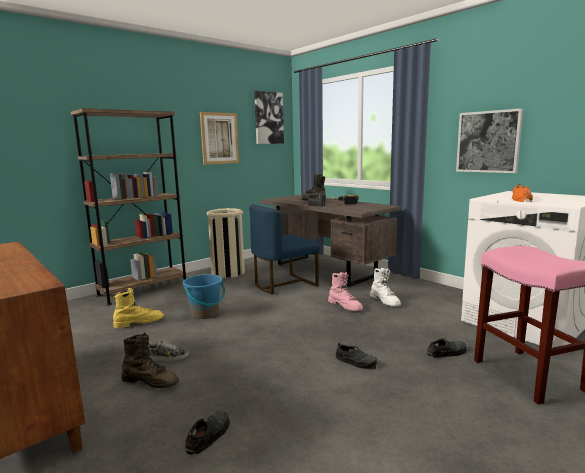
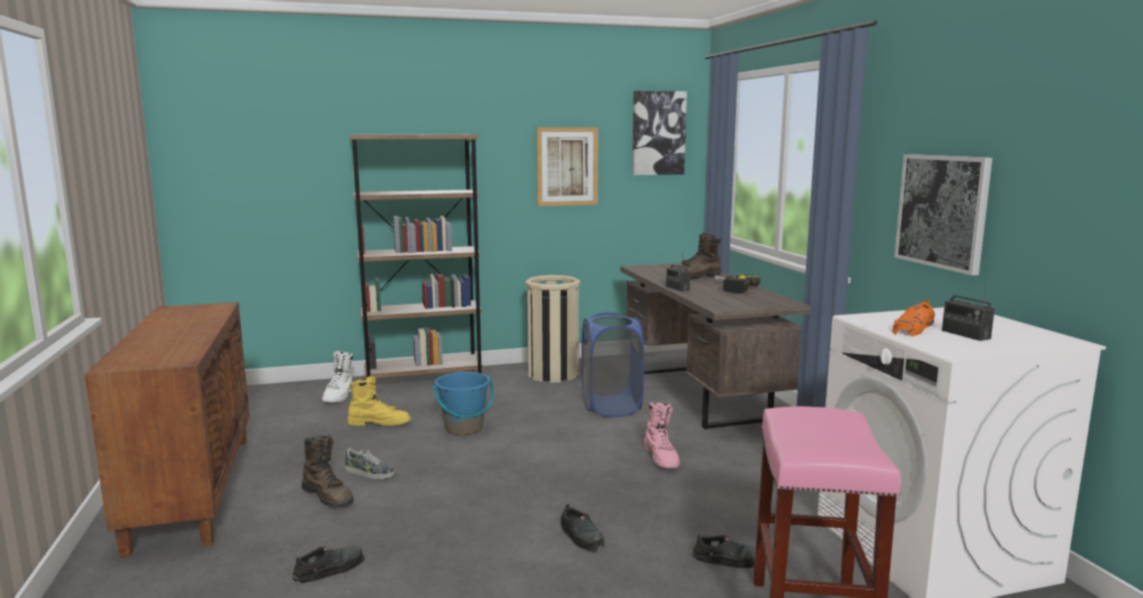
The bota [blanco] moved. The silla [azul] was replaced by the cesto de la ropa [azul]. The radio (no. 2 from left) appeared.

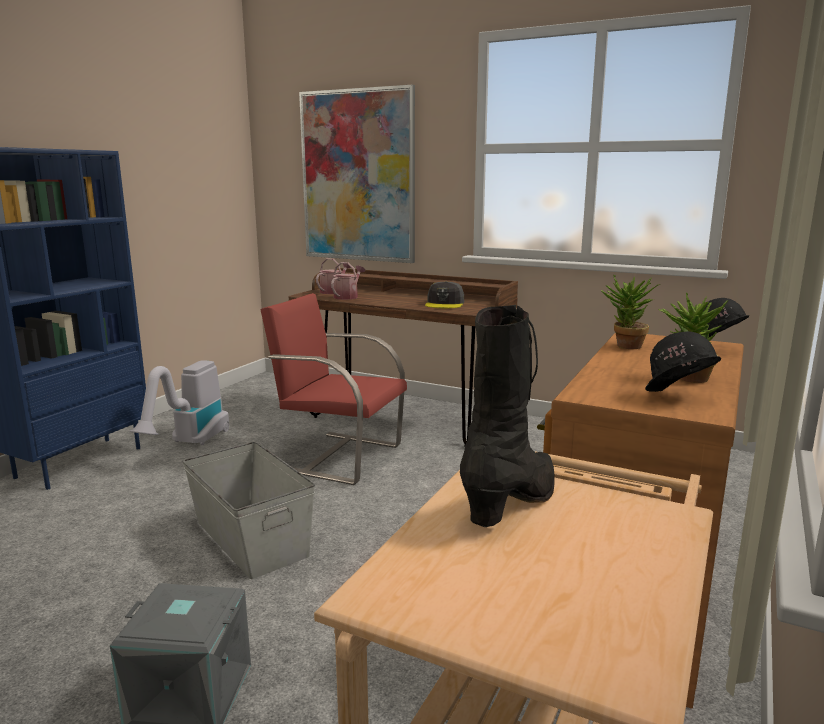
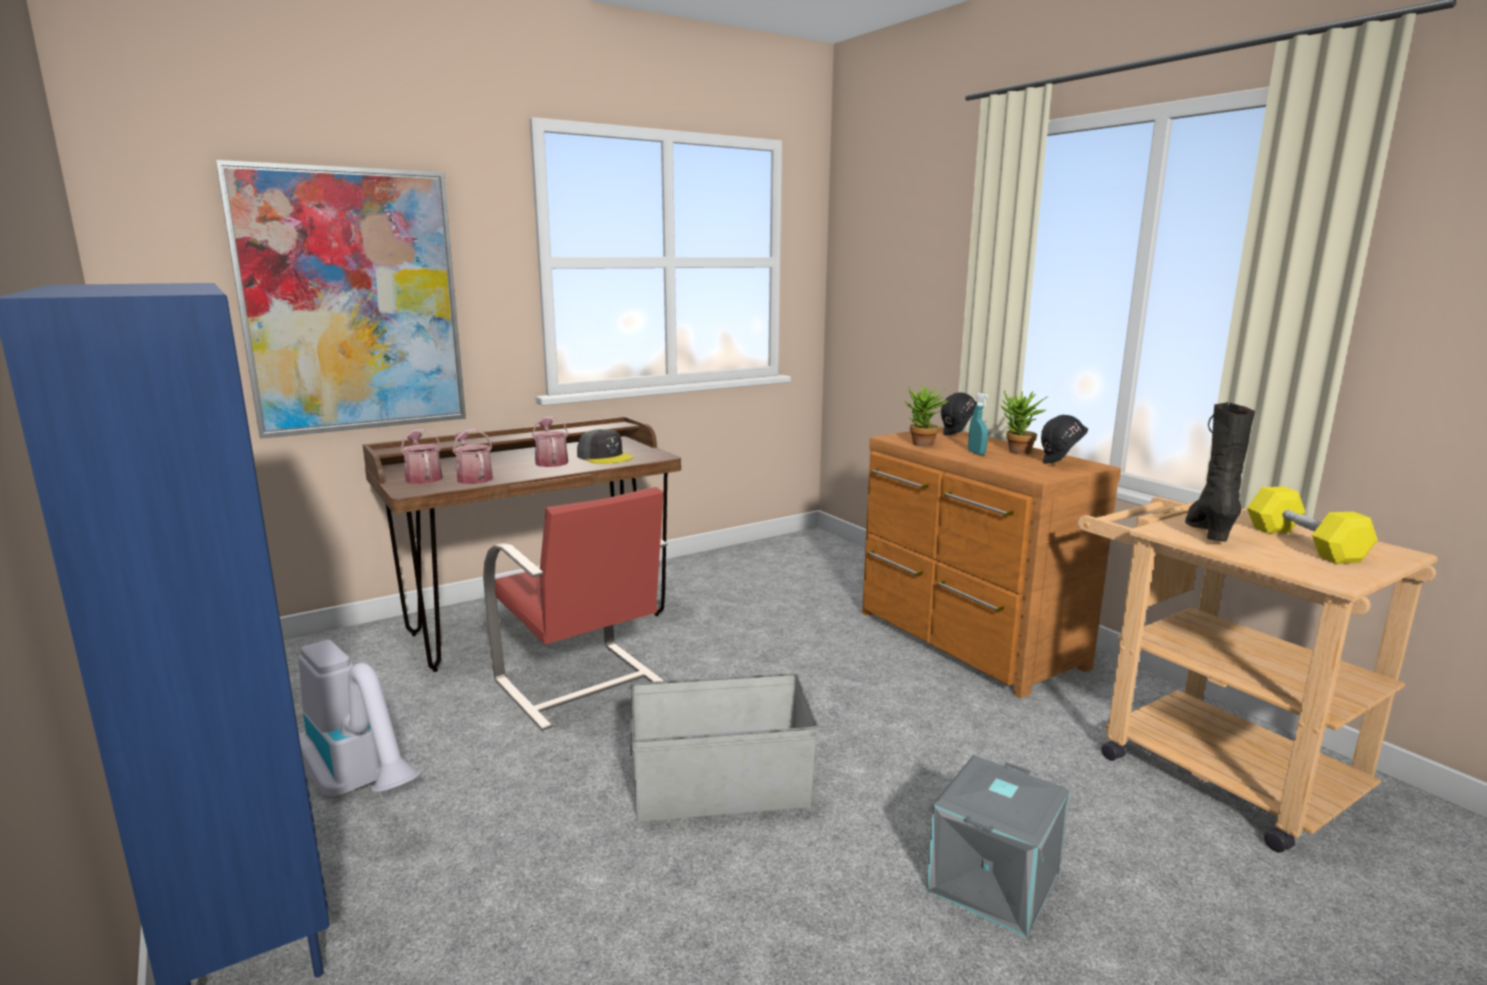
The silla [rojo] turned 90 degrees counterclockwise. The regadera (no. 3 from left) appeared. The pulverizador [turquesa] appeared. The bota [negro] turned 45 degrees clockwise. The mancuerna [amarillo] appeared.

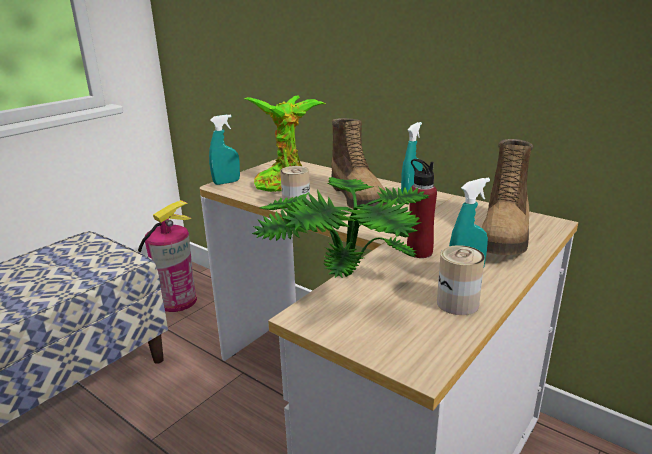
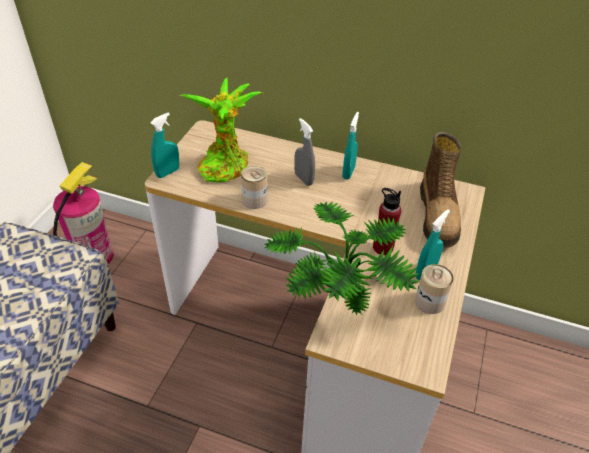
The bota (no. 1 from left) was replaced by the pulverizador [gris].

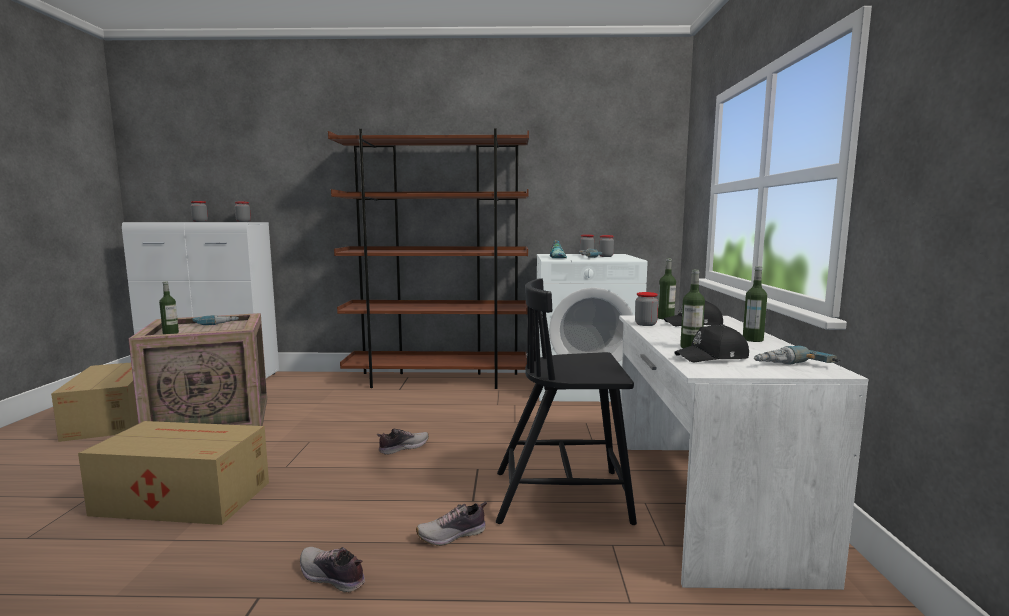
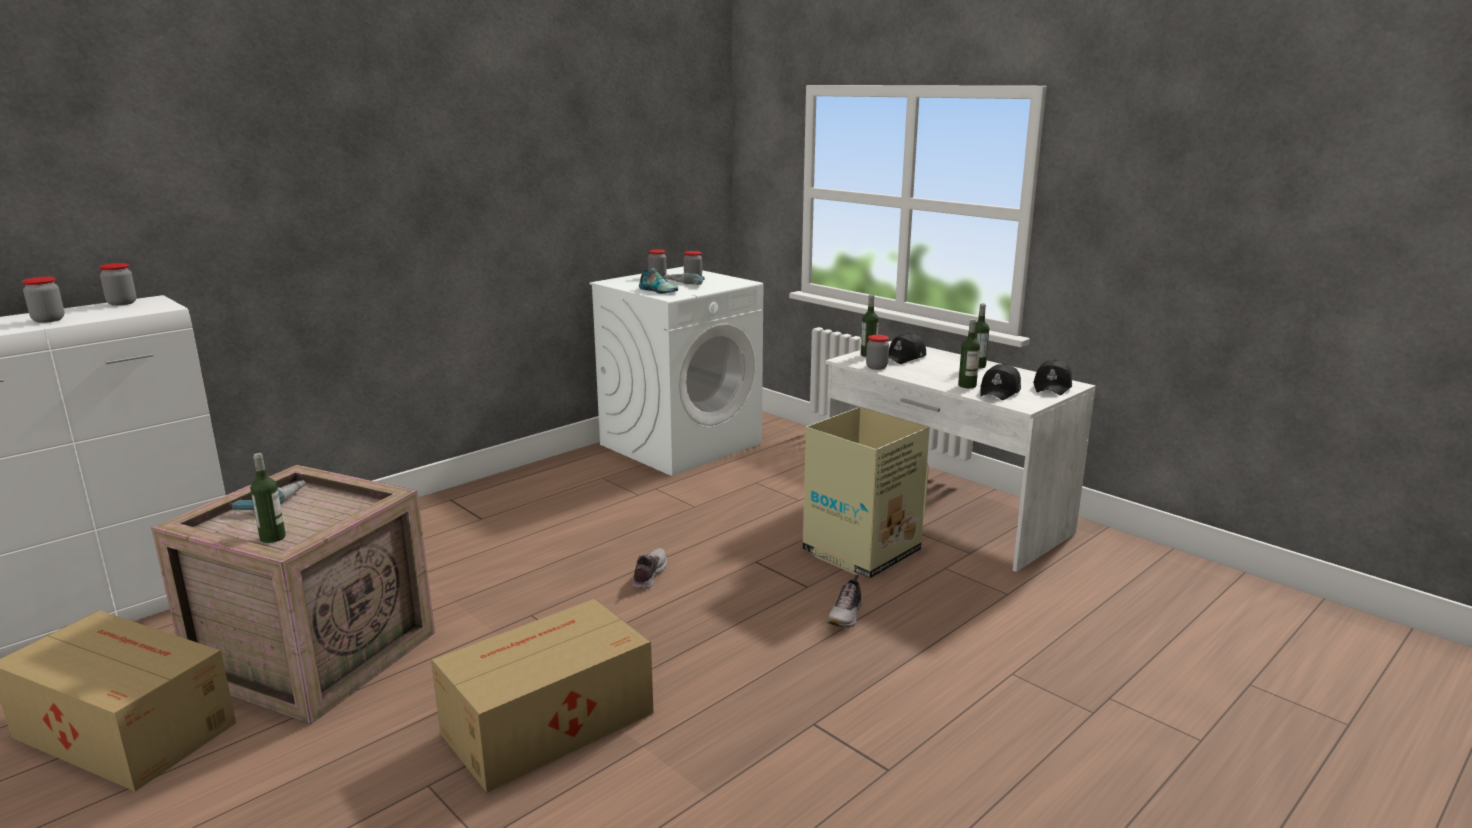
The silla [negro] was replaced by the caja de cartón (no. 3 from left). The taladro (no. 3 from left) was replaced by the gorra [negro] (no. 3 from left). The zapato (no. 1 from left) disappeared. The estantería [marrón] disappeared.

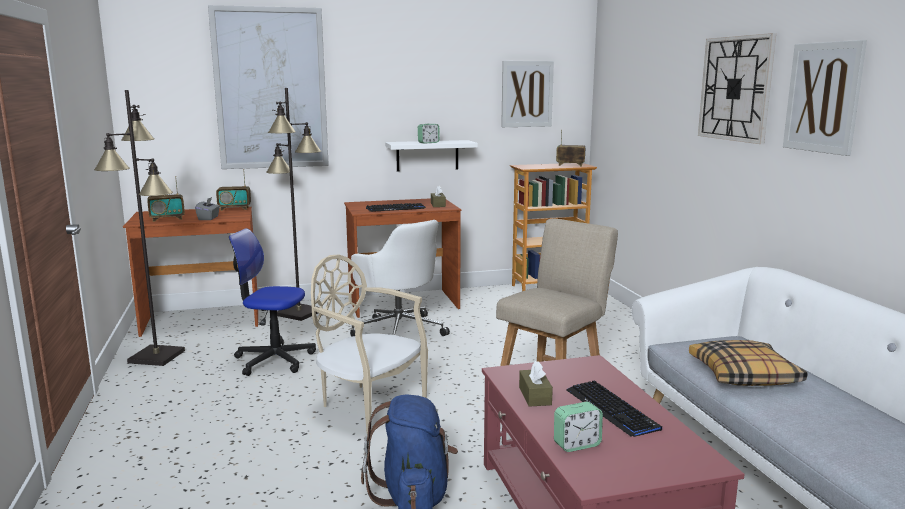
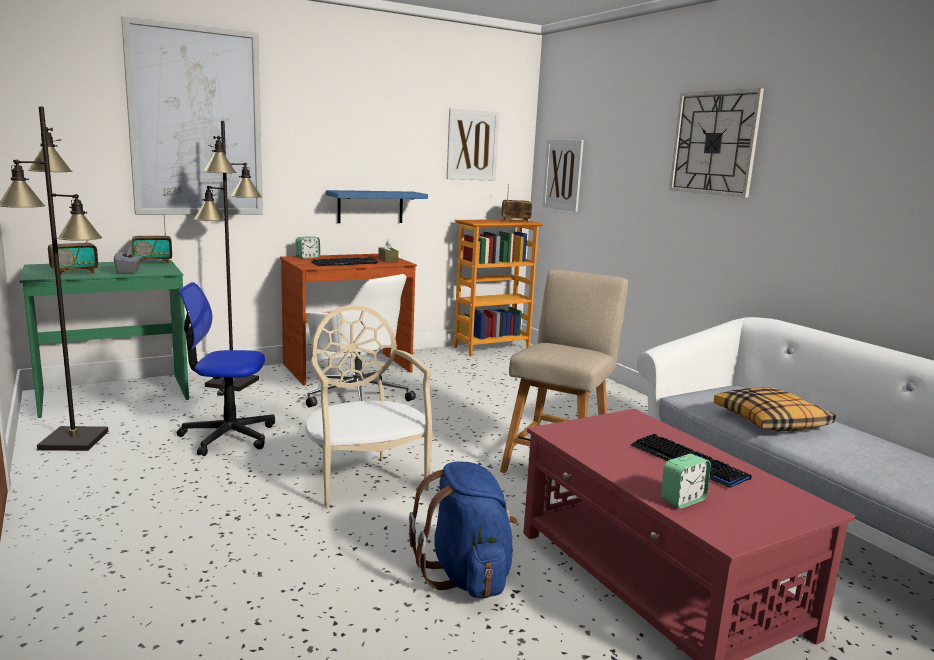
The escritorio [marrón] (no. 1 from left) became the escritorio [verde]. The despertador (no. 1 from left) moved. The silla [beis] (no. 1 from left) turned 45 degrees clockwise. The estante [blanco] became the estante [azul]. The cuadro (no. 3 from left) moved. The caja de pañuelos [marrón] (no. 2 from left) disappeared.

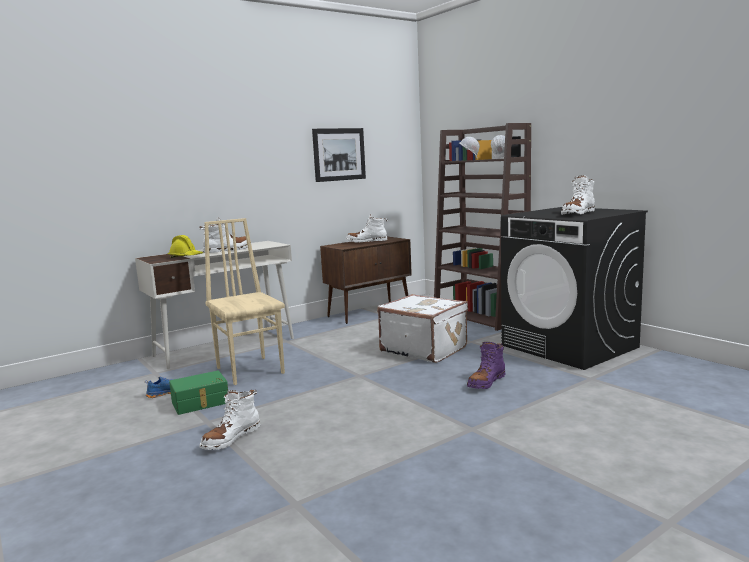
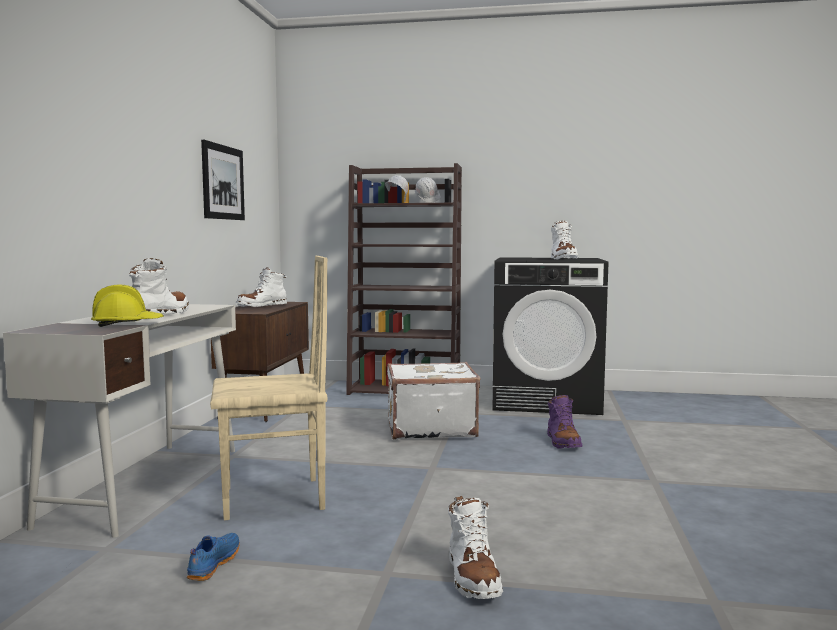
The silla [beis] turned 150 degrees clockwise. The caja de almacenaje [verde] disappeared.

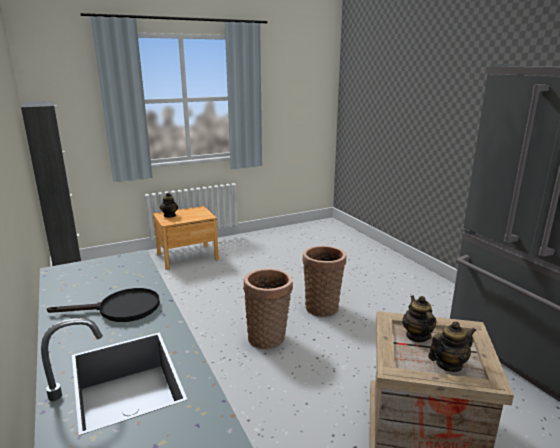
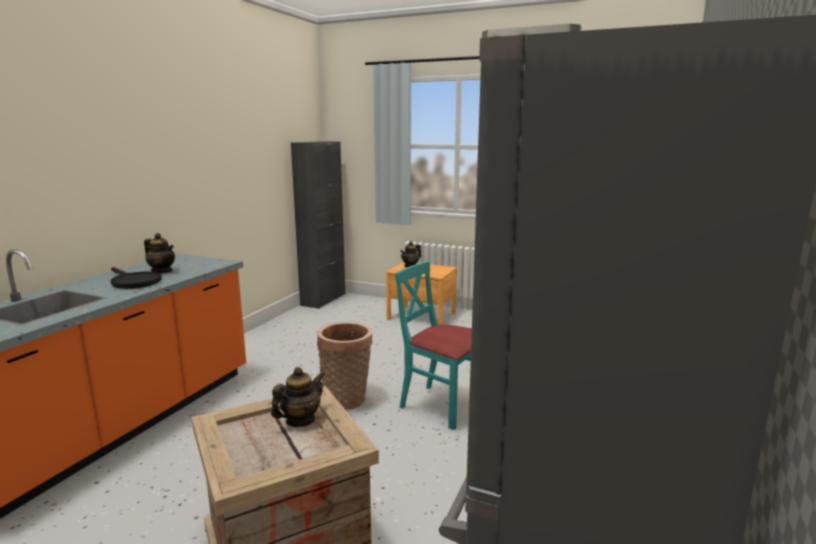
The tetera (no. 3 from left in the first image) moved. The cesta (no. 2 from left) was replaced by the silla [turquesa].

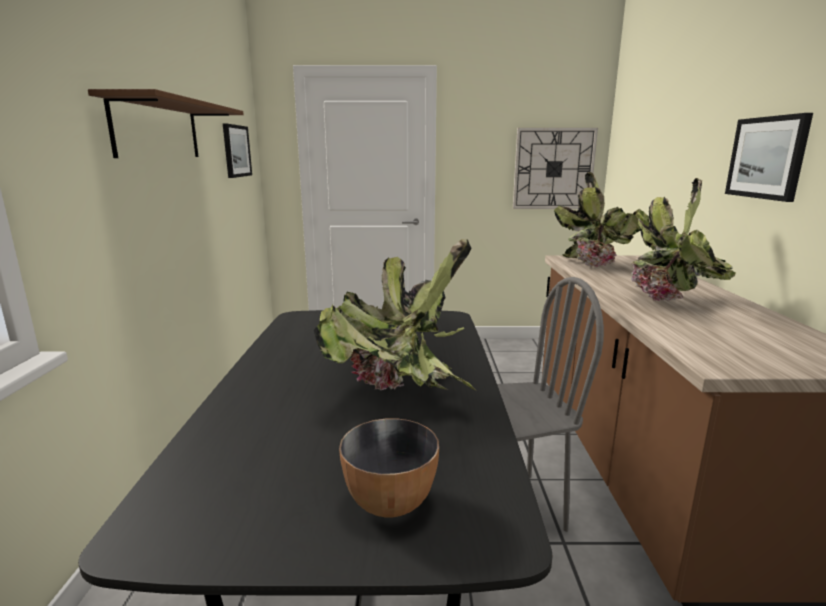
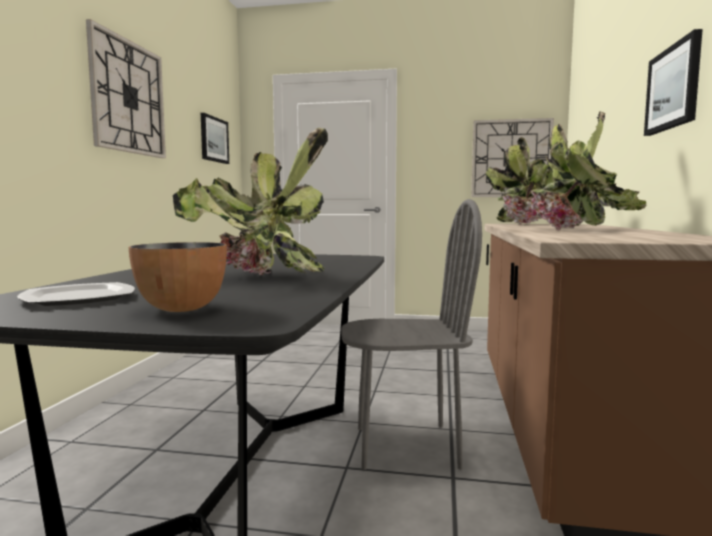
The plato appeared. The estante [marrón] was replaced by the reloj de pared (no. 1 from left).

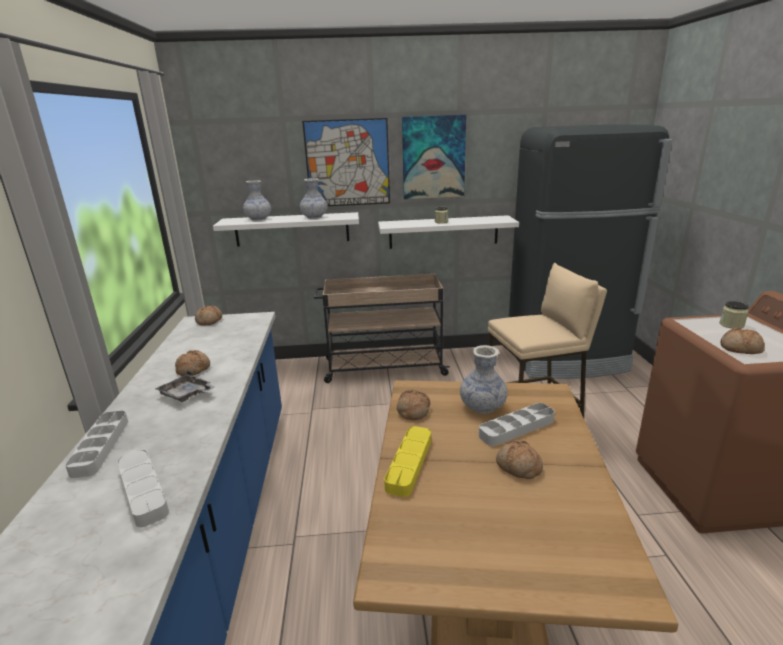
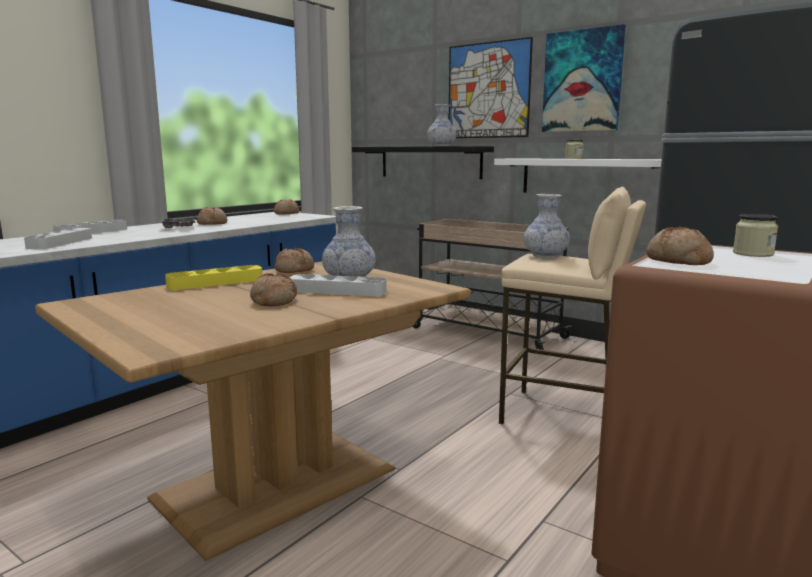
The estante [blanco] (no. 1 from left) became the estante [negro]. The florero (no. 1 from left in the first image) moved.

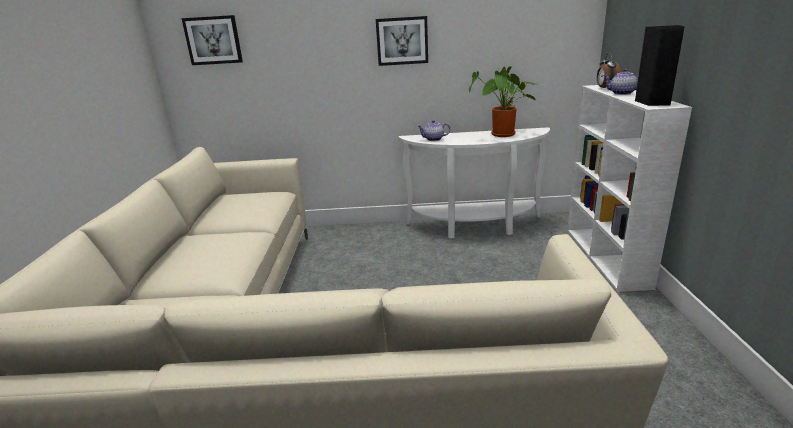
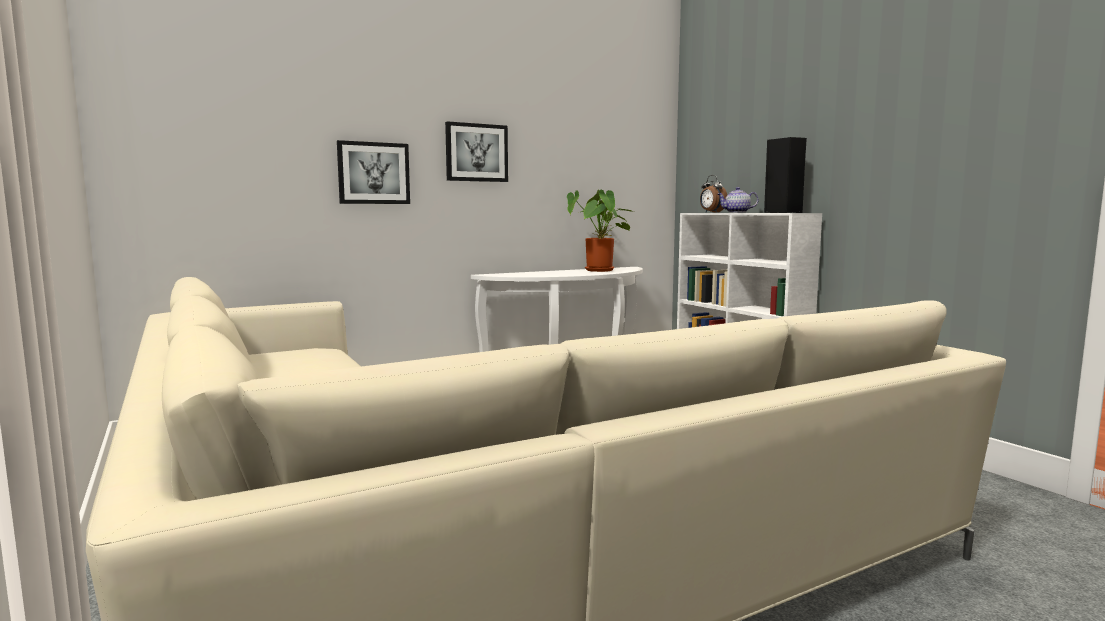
The cuadro (no. 1 from left) moved. The tetera (no. 1 from left) disappeared.

